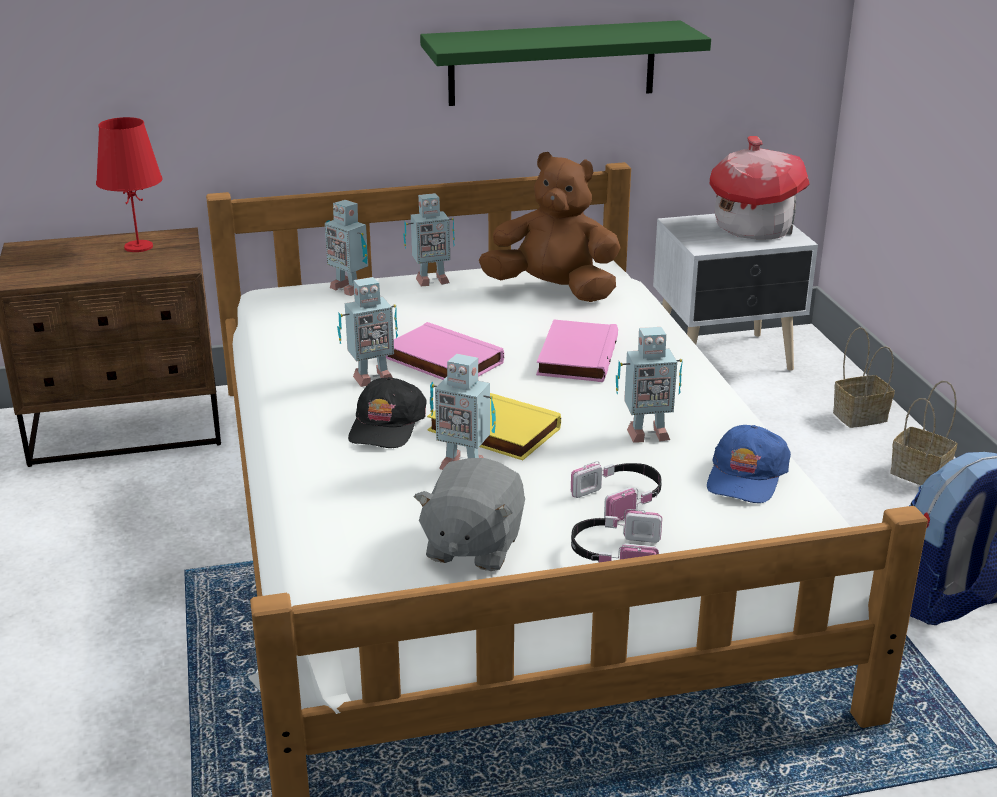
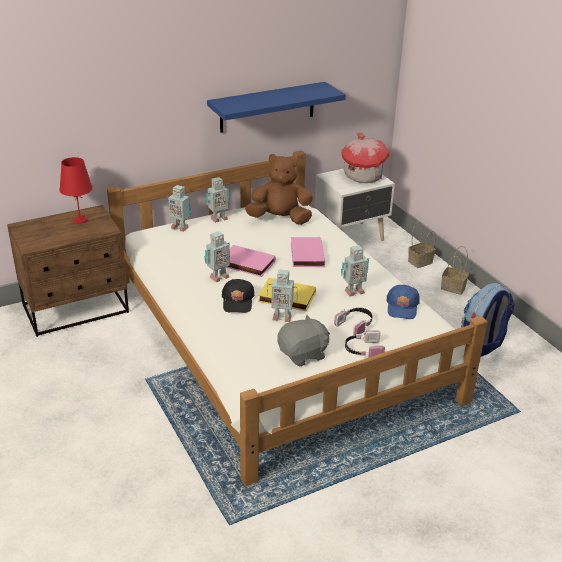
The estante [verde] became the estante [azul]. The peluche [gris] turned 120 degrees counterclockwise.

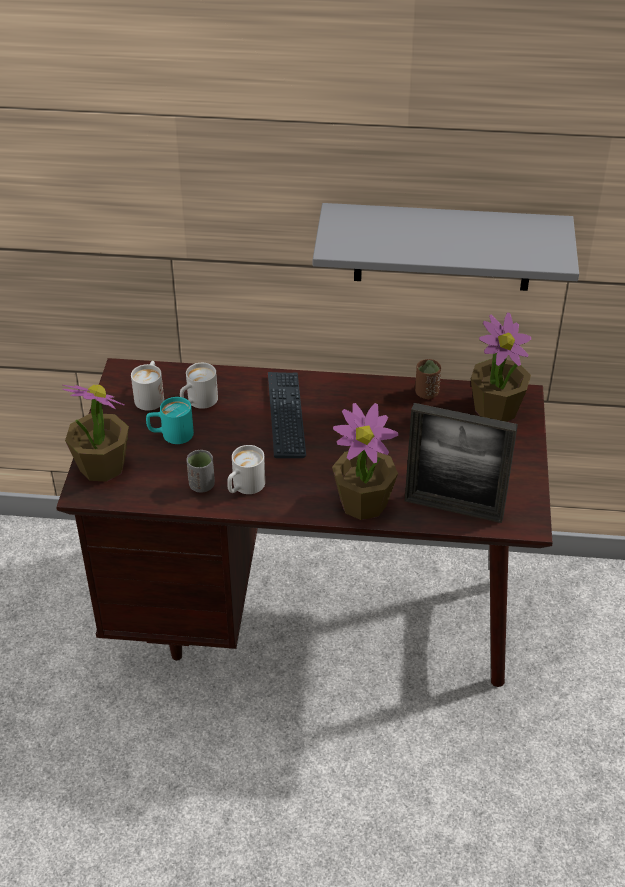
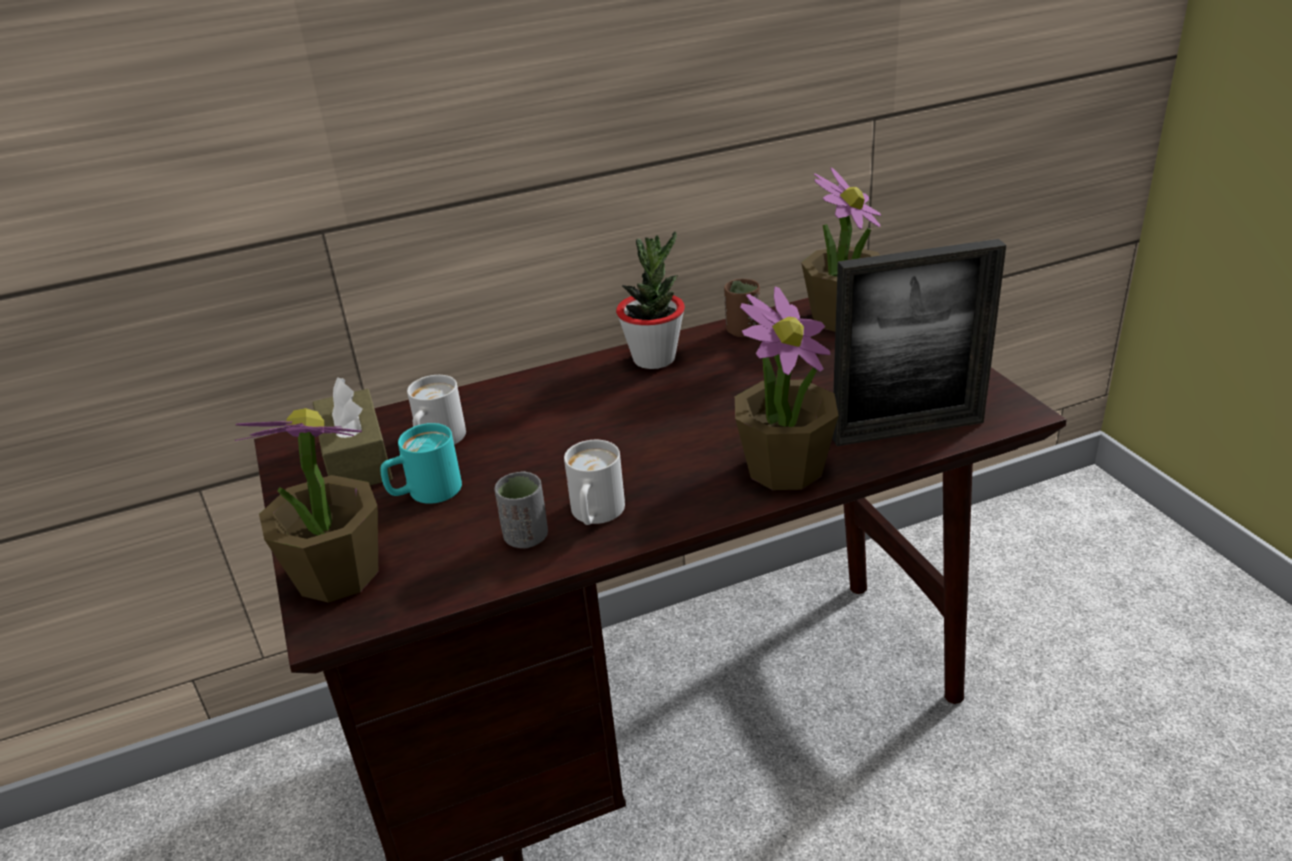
The taza grande [blanco] (no. 1 from left) was replaced by the caja de pañuelos [marrón]. The planta en maceta (no. 2 from left) appeared. The teclado disappeared. The estante [gris] disappeared.

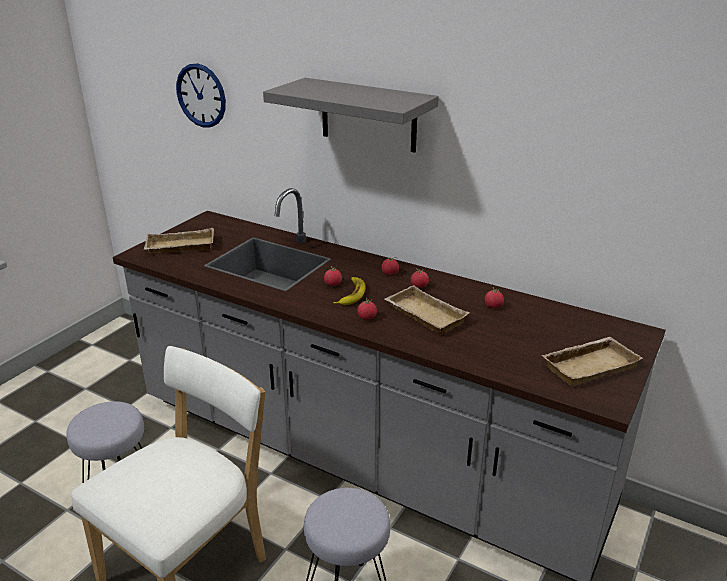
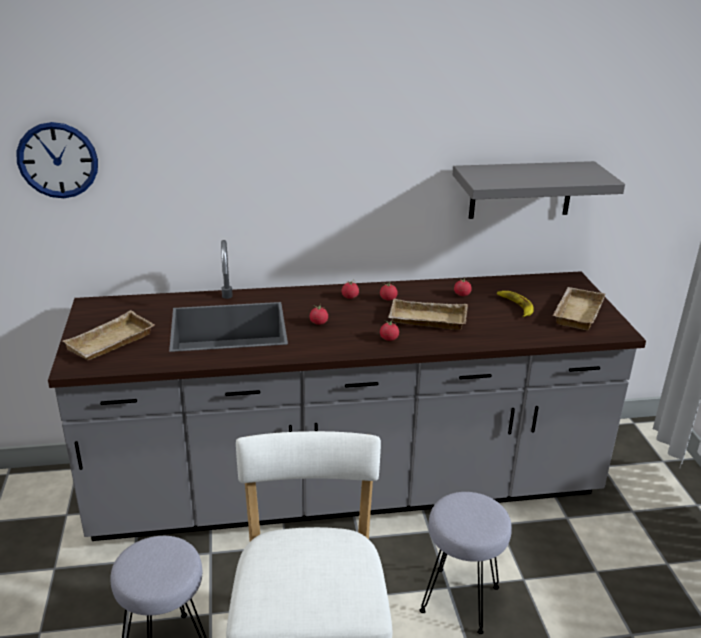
The estante [gris] moved. The plátano moved.

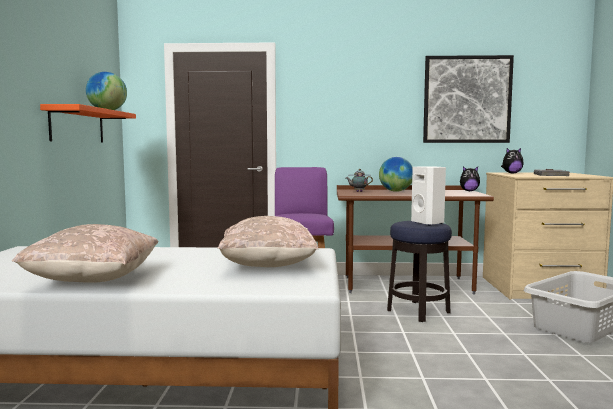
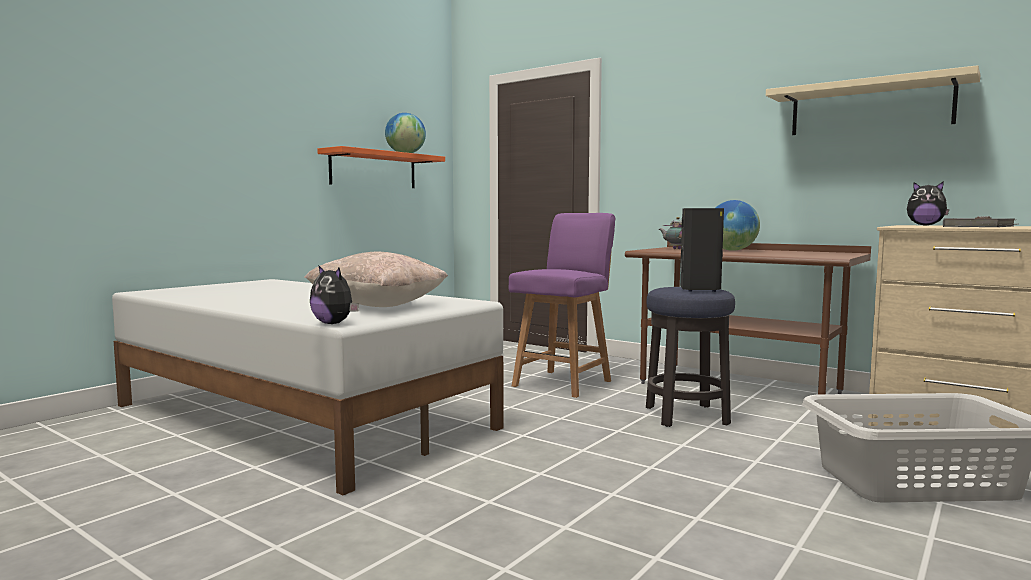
The peluche (no. 1 from left) moved. The altavoz [blanco] became the altavoz [negro]. The cuadro was replaced by the estante [beis]. The cojín [beis] (no. 1 from left) disappeared.

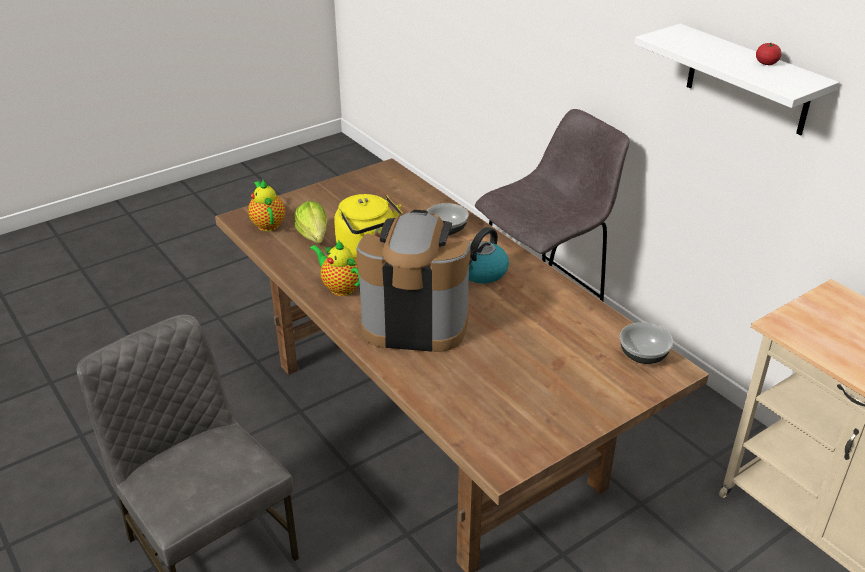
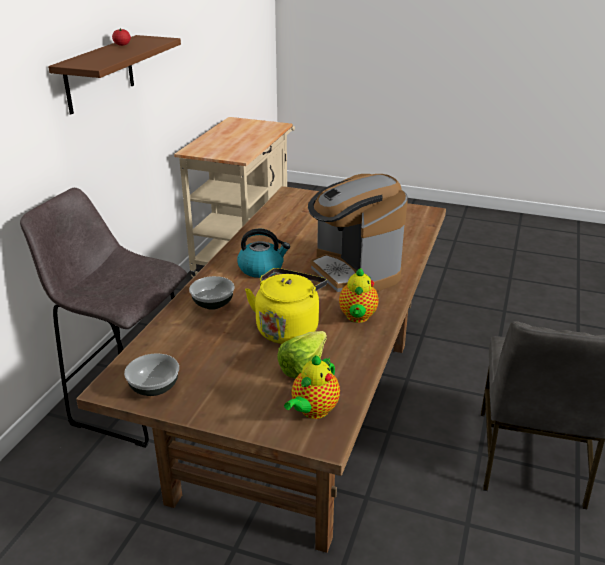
The estante [blanco] became the estante [marrón]. The cuenco (no. 2 from left in the first image) moved.

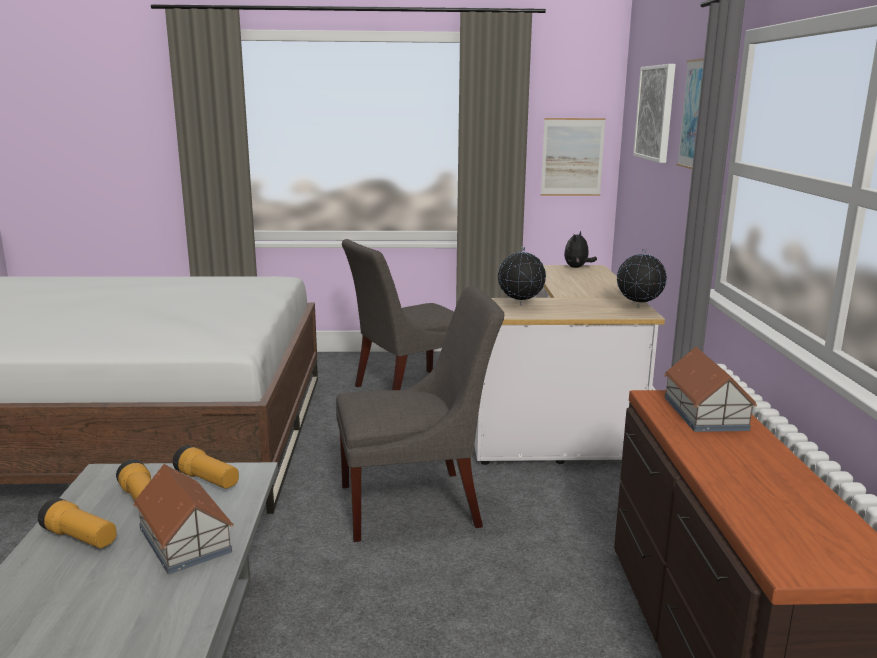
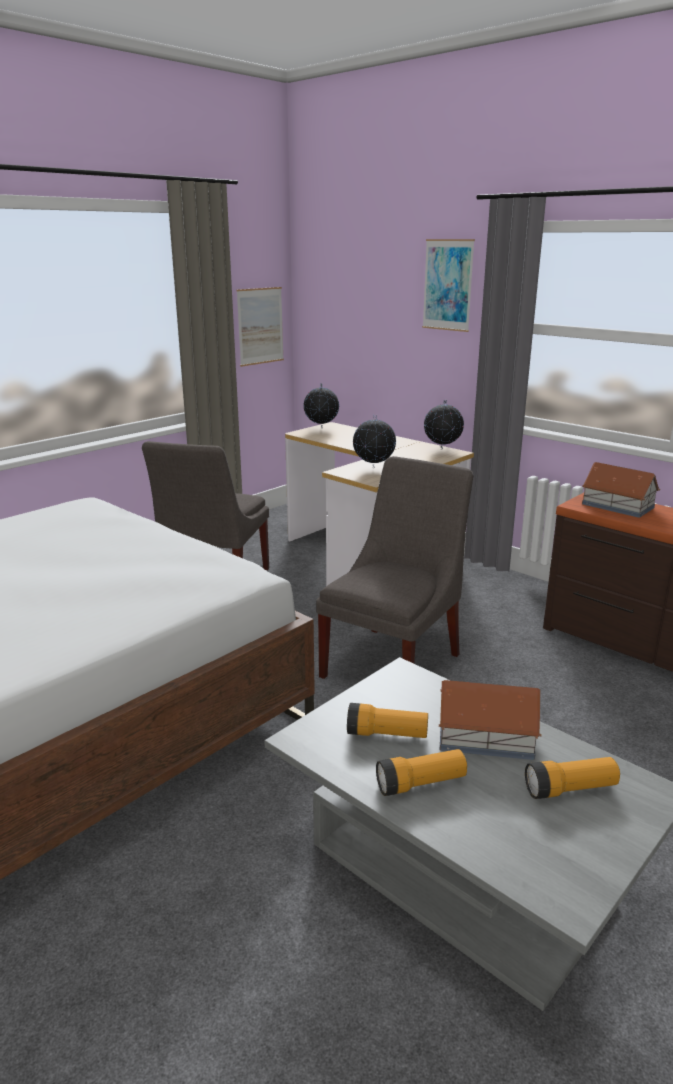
The peluche was replaced by the globo terráqueo (no. 1 from left). The linterna (no. 3 from left) moved. The cuadro (no. 2 from left) disappeared.

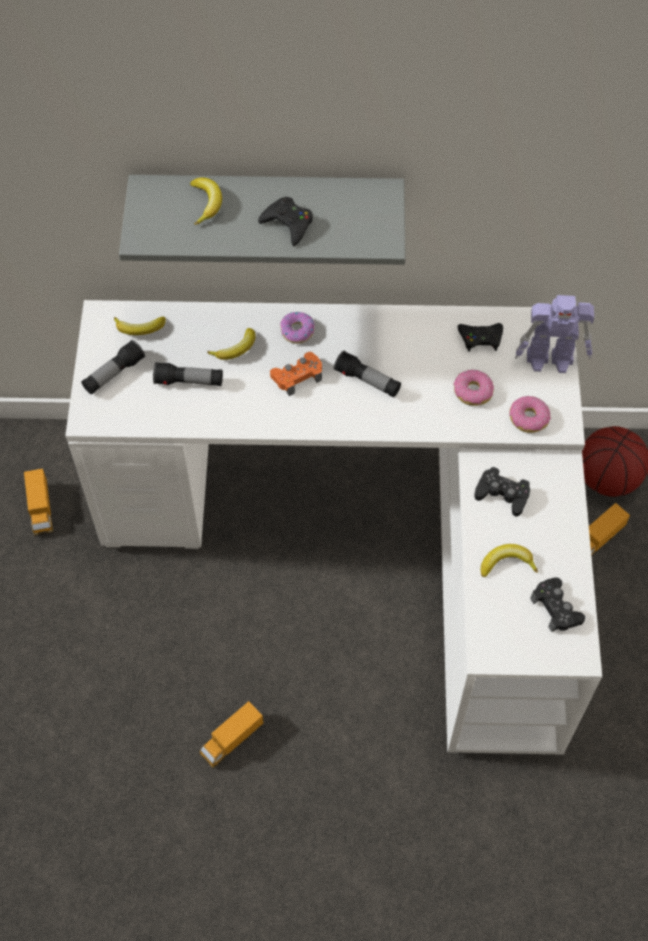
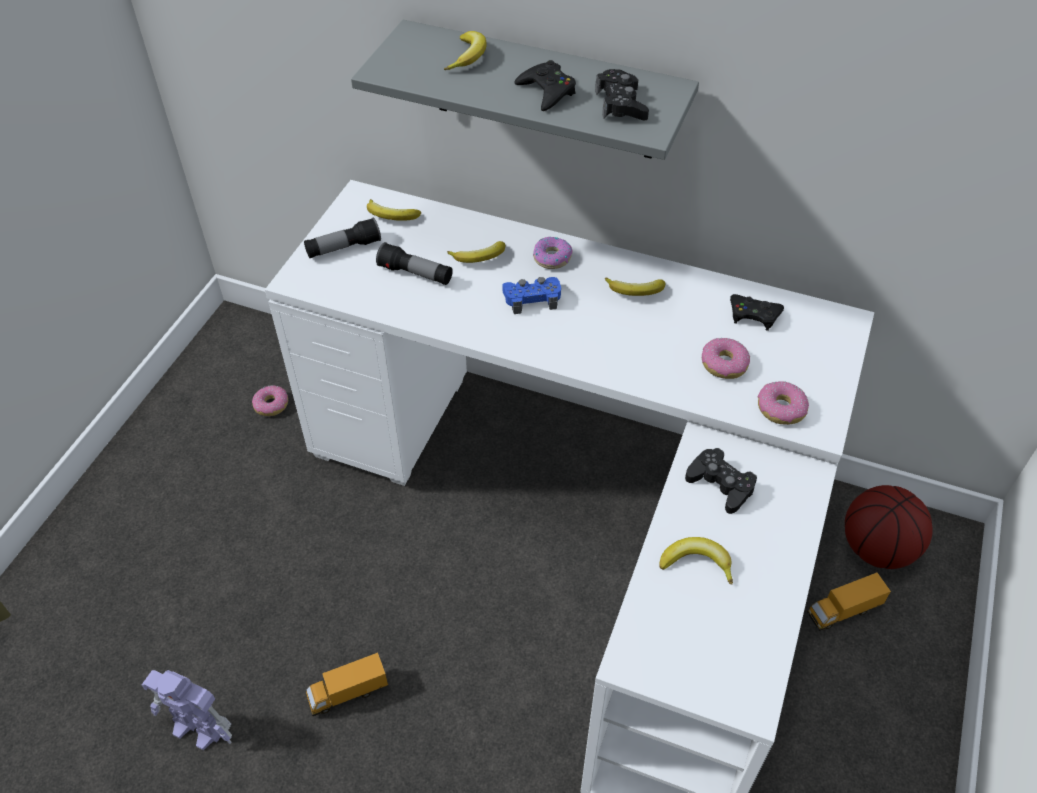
The robot de juguete moved. The camión de juguete (no. 1 from left) was replaced by the rosquilla (no. 1 from left). The mando de consola [naranja] became the mando de consola [azul]. The mando de consola [negro] (no. 4 from left in the first image) moved. The plátano (no. 4 from left) appeared. The linterna (no. 3 from left) disappeared.

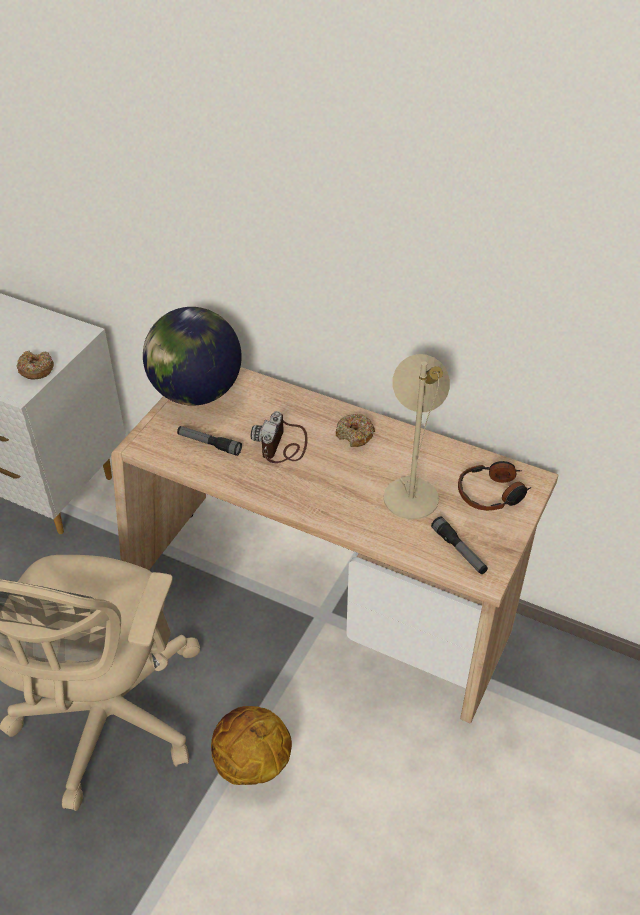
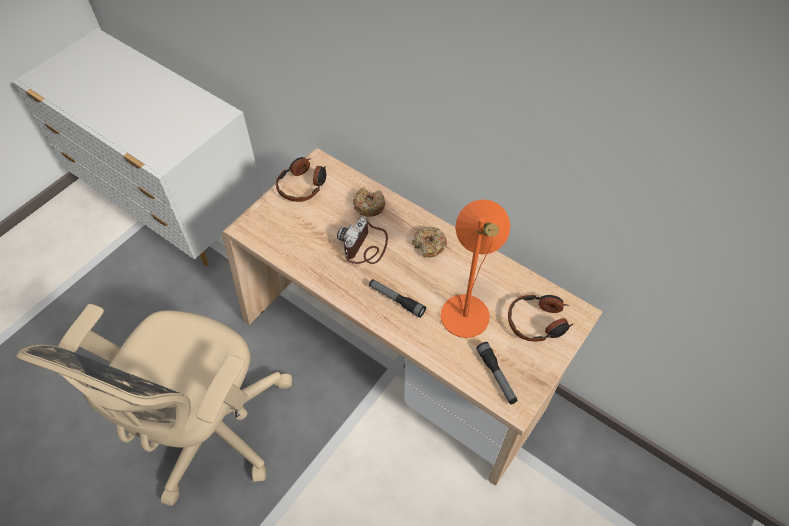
The globo terráqueo was replaced by the auriculares (no. 1 from left). The rosquilla (no. 1 from left) moved. The linterna (no. 1 from left) moved. The lámpara de mesa [beis] became the lámpara de mesa [naranja]. The balón de baloncesto disappeared.

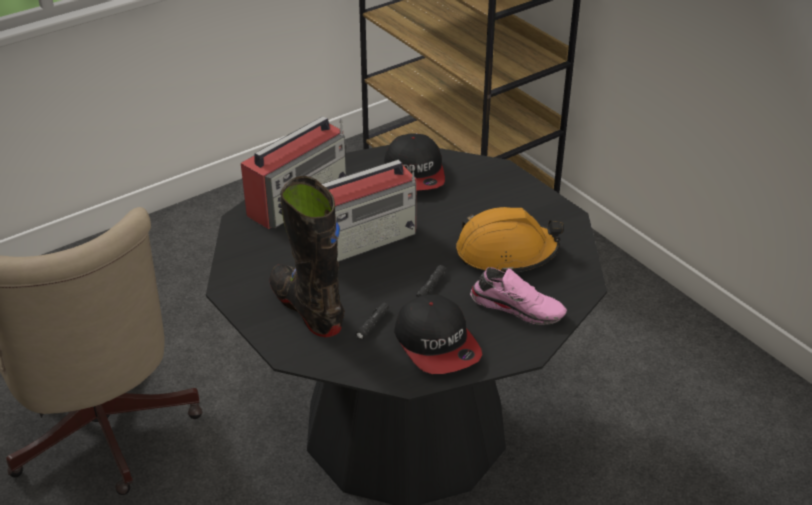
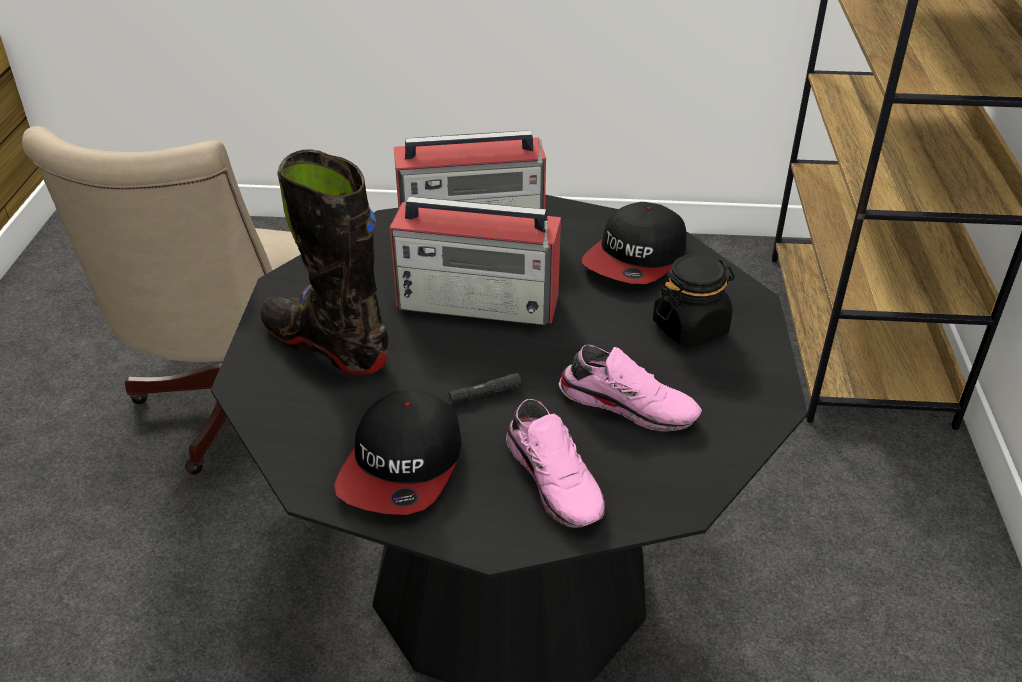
The bota [negro] turned 60 degrees counterclockwise. The casco [naranja] was replaced by the zapato [rosa] (no. 2 from left). The tarro [negro] appeared. The linterna [negro] (no. 1 from left) disappeared.

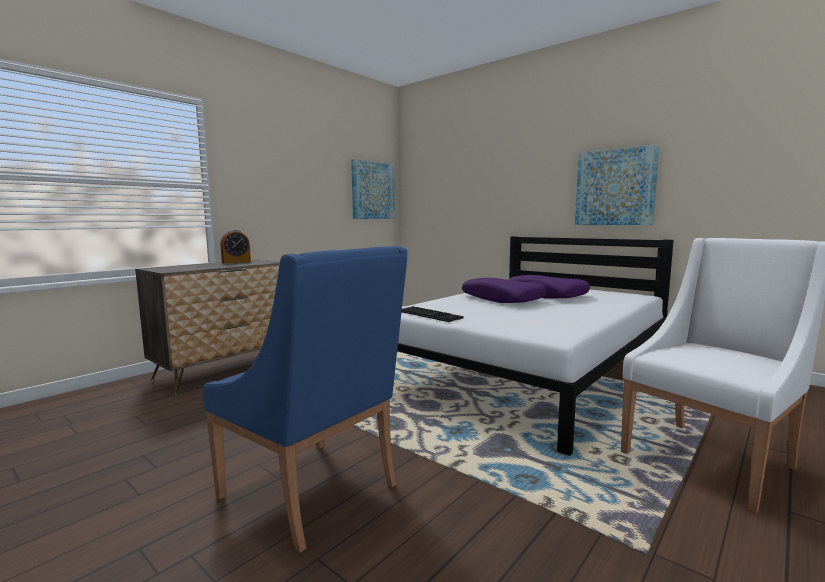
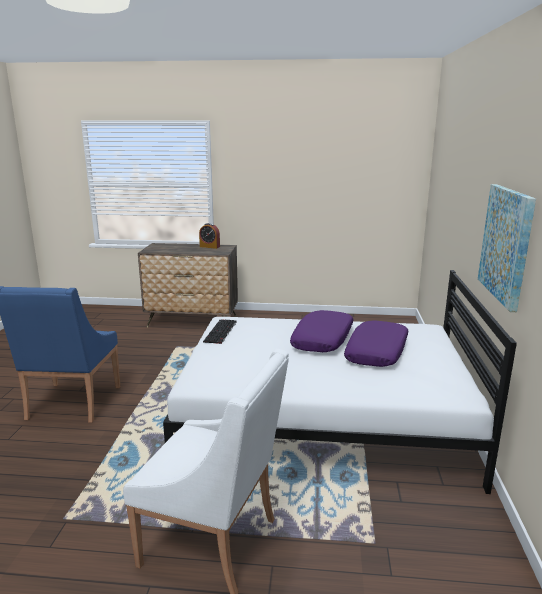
The cuadro (no. 1 from left) disappeared.

